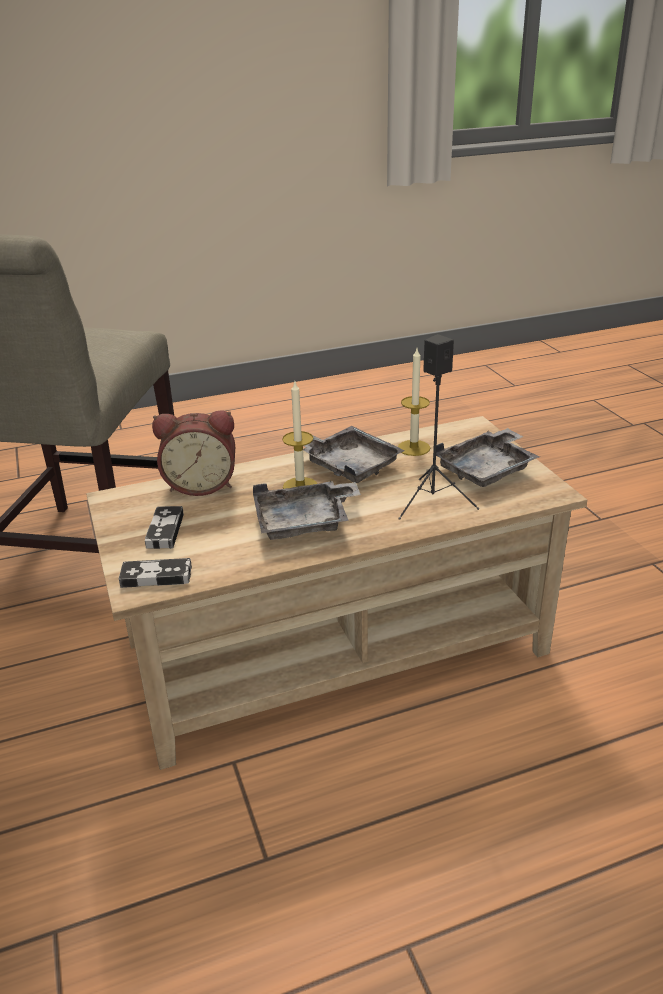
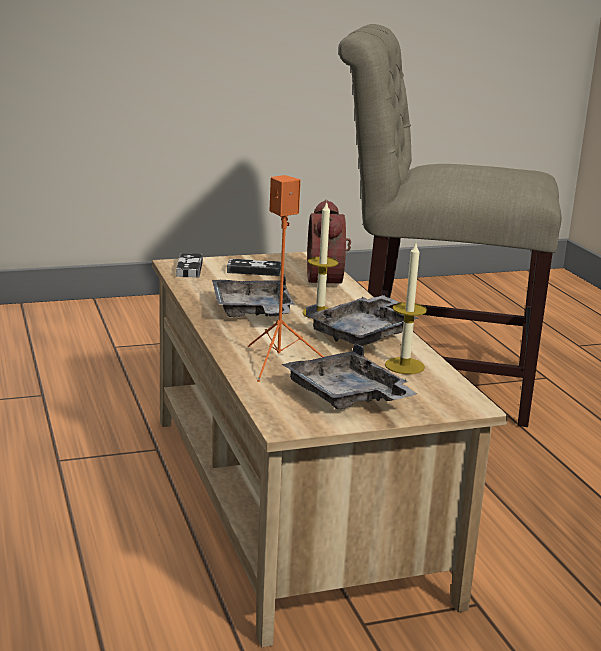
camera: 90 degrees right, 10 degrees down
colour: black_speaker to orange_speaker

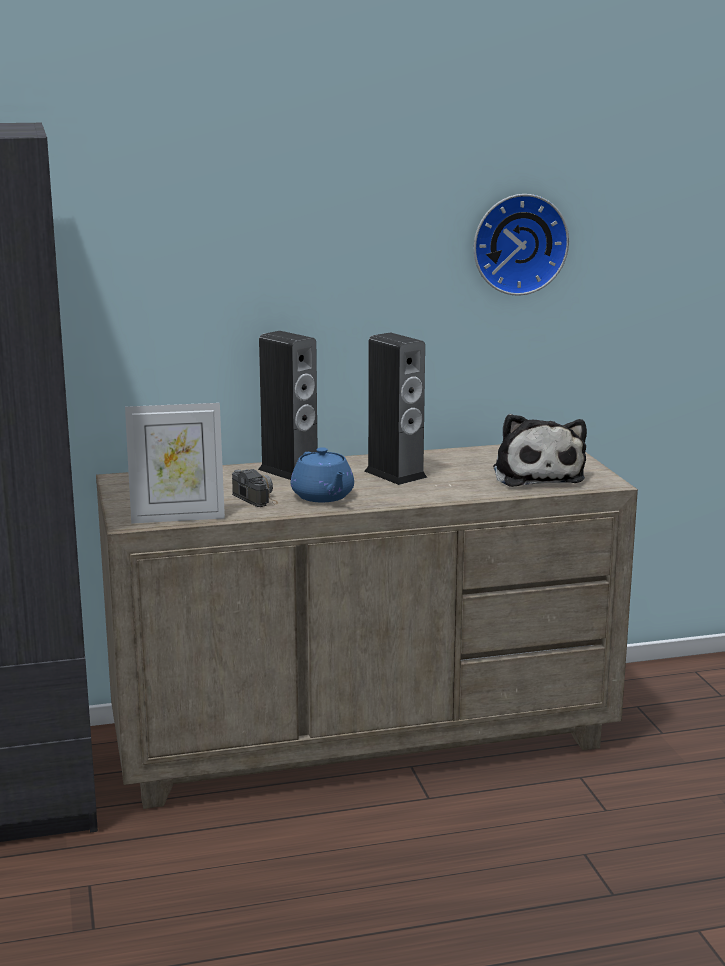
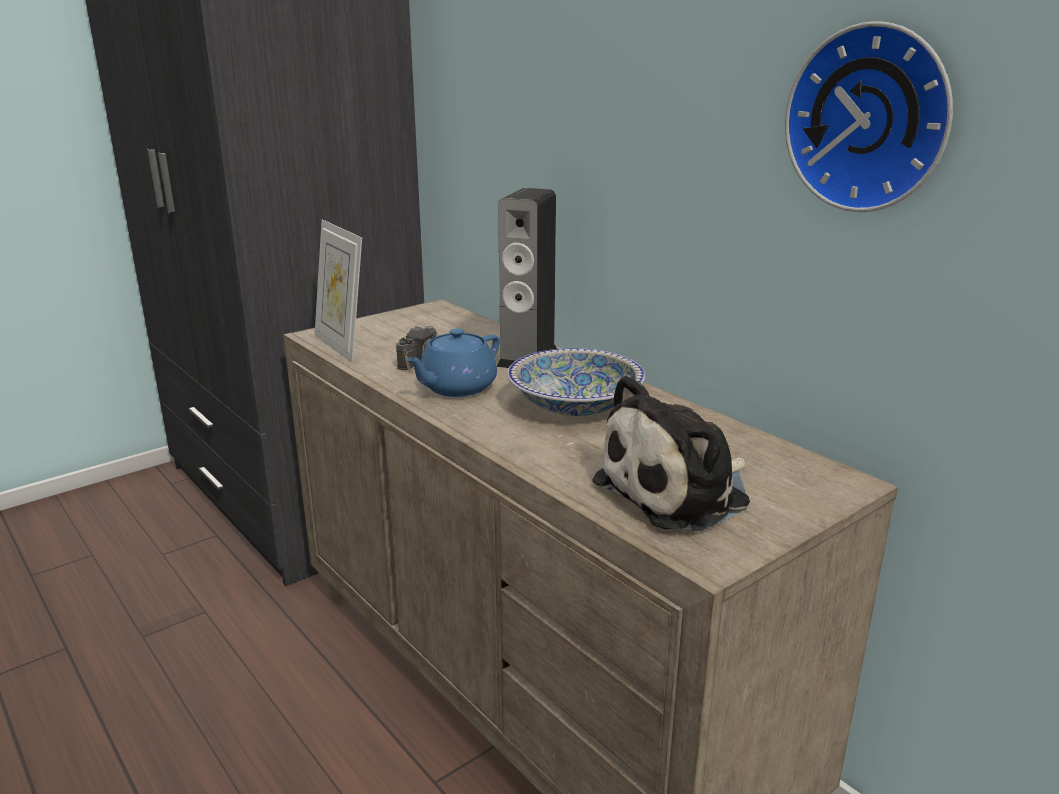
camera: 65 degrees right, 5 degrees up
exchanged: speaker (no. 2 from left) to deep_dish

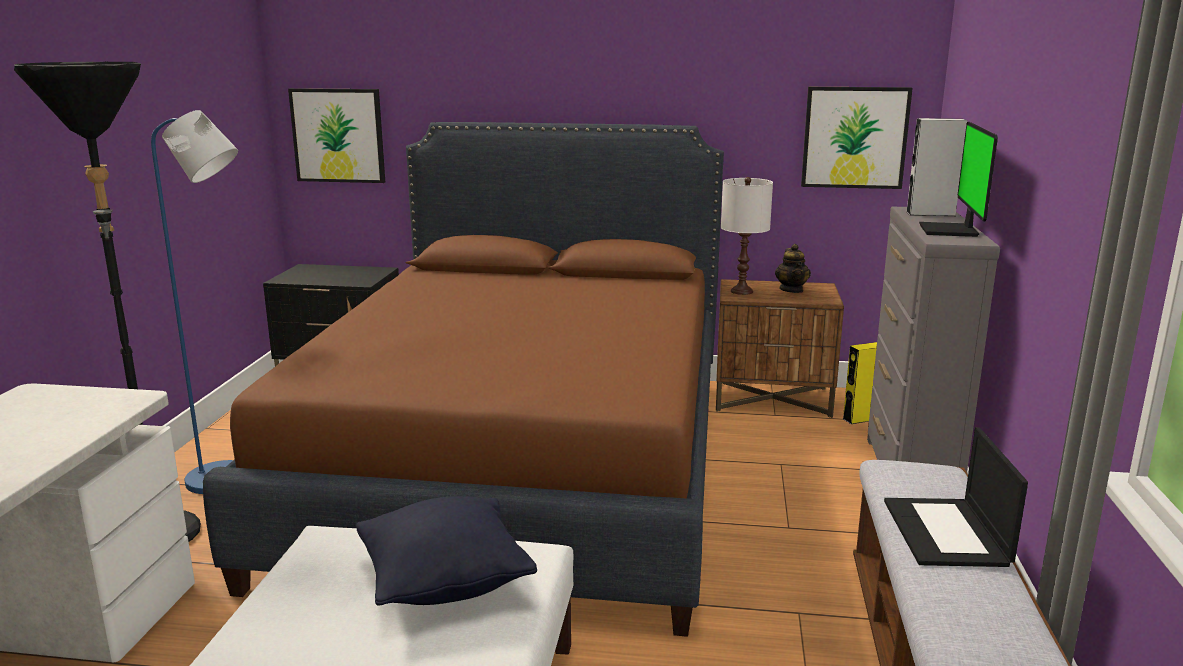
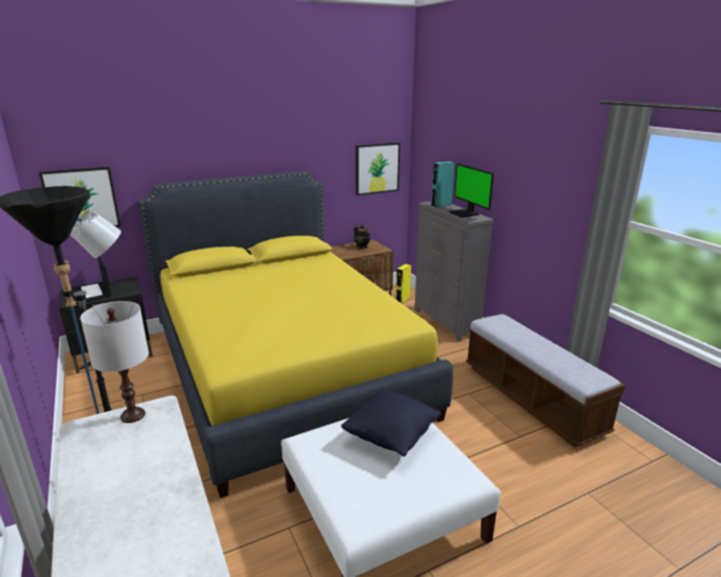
camera: 35 degrees left, 5 degrees up
relocated: white-coloured_tabletop_lamp; notebook_computer
colour: brown_bed to yellow-coloured_bed; gray_speaker to blue-green_speaker

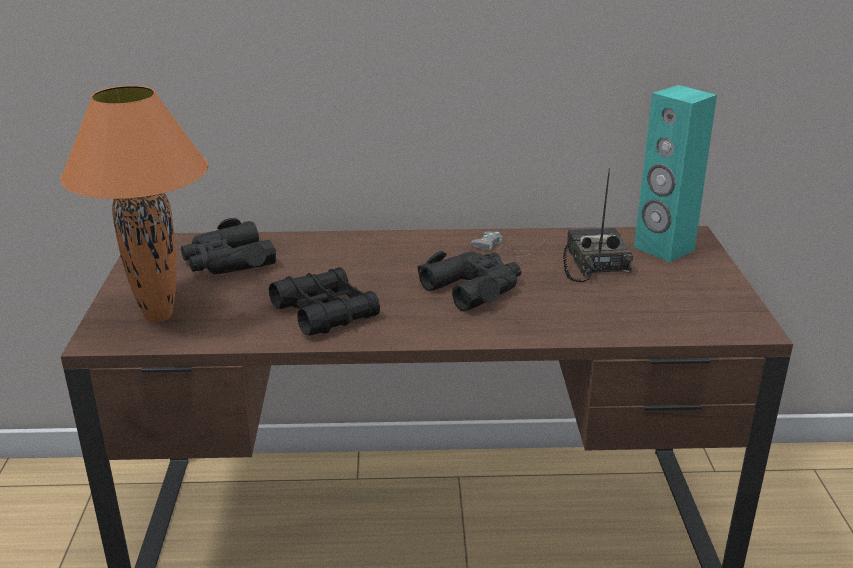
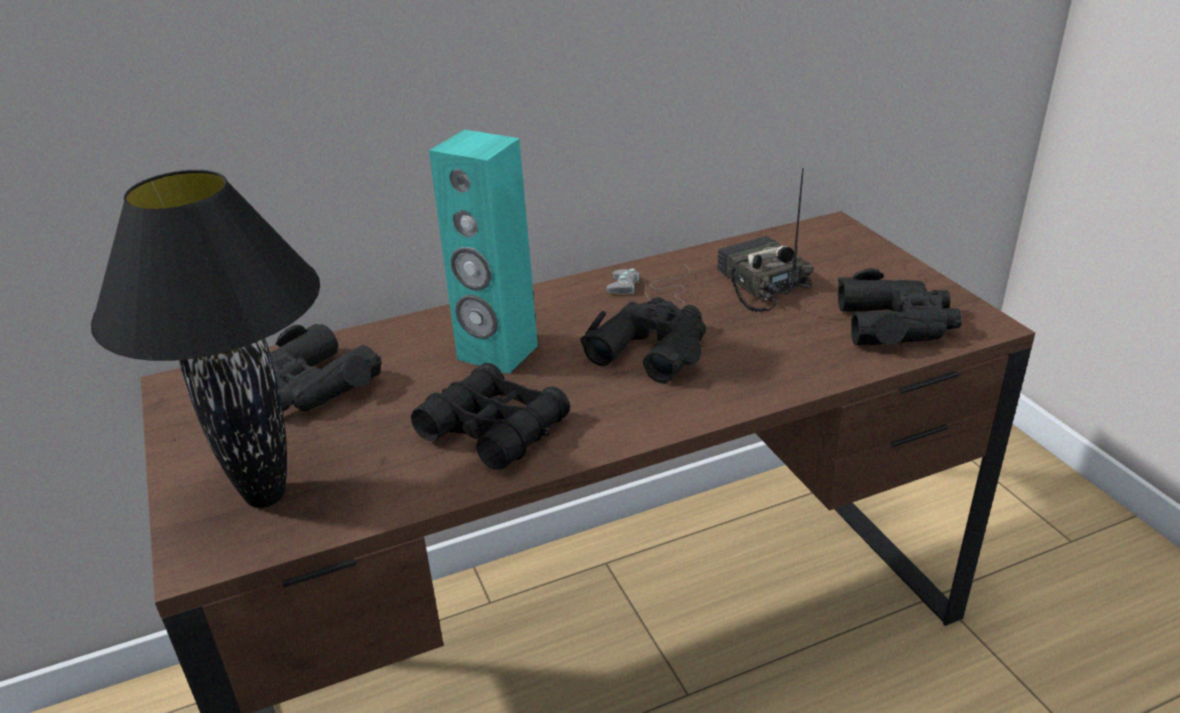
camera: 20 degrees left, 5 degrees up
appeared: black_binoculars (no. 4 from left)
relocated: blue-green_speaker
colour: orange_tabletop_lamp to black_tabletop_lamp

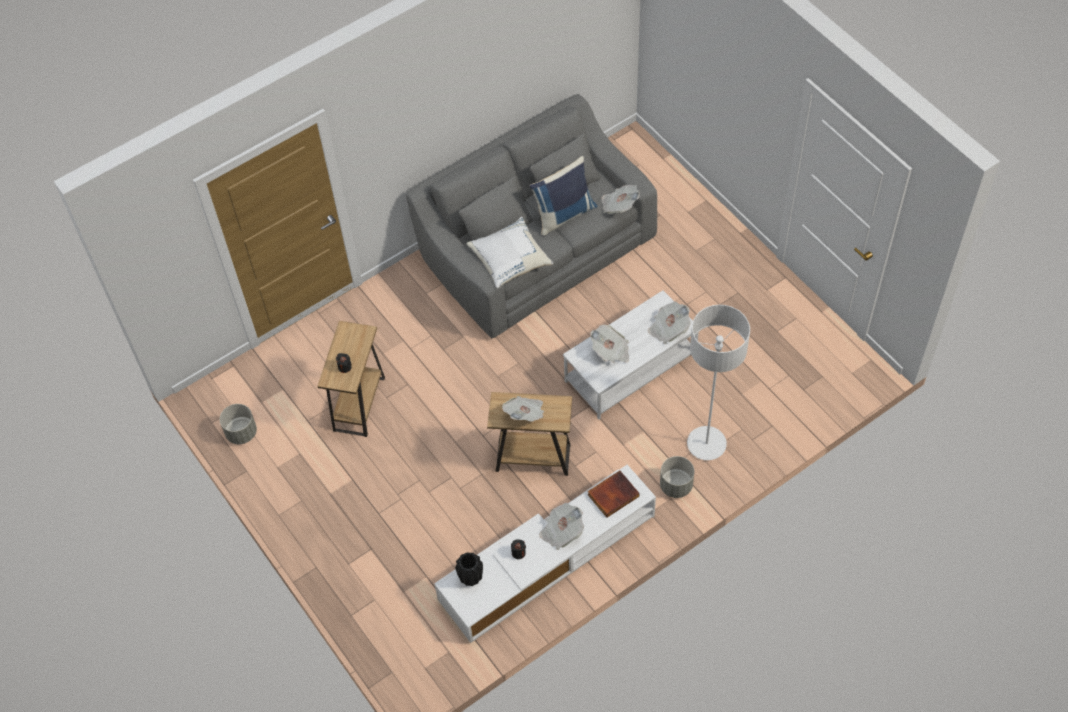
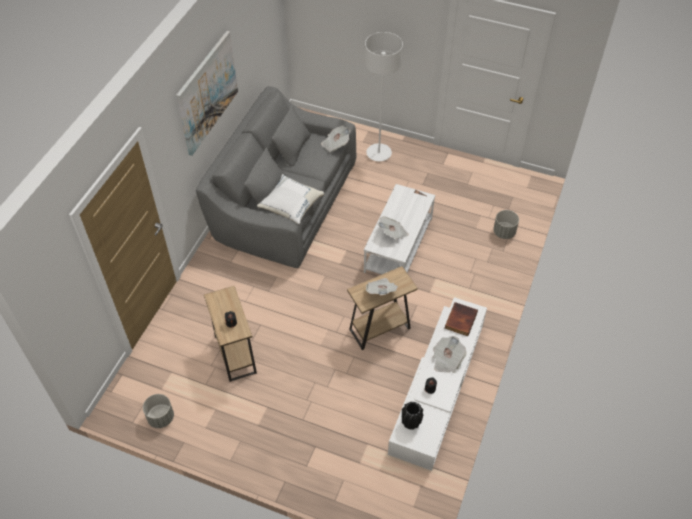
camera: 35 degrees left, 5 degrees down
missing: blue-coloured_pillow; newspaper (no. 5 from left)
appeared: picture
relocated: gray_flower_pot (no. 2 from left); white-coloured_standing_lamp

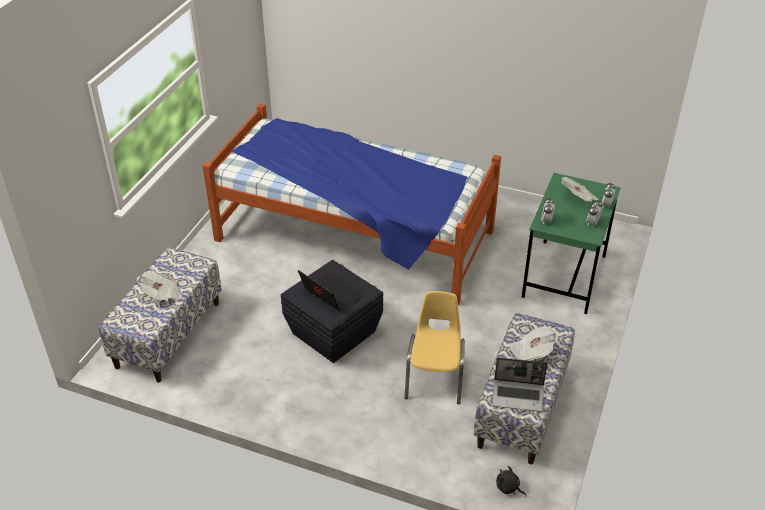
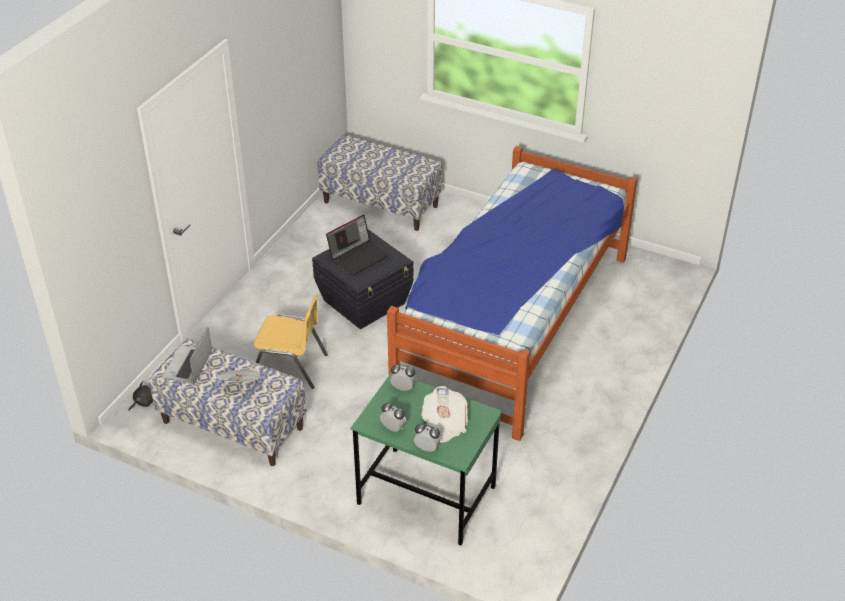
camera: 95 degrees right, 0 degrees up
missing: newspaper (no. 1 from left)

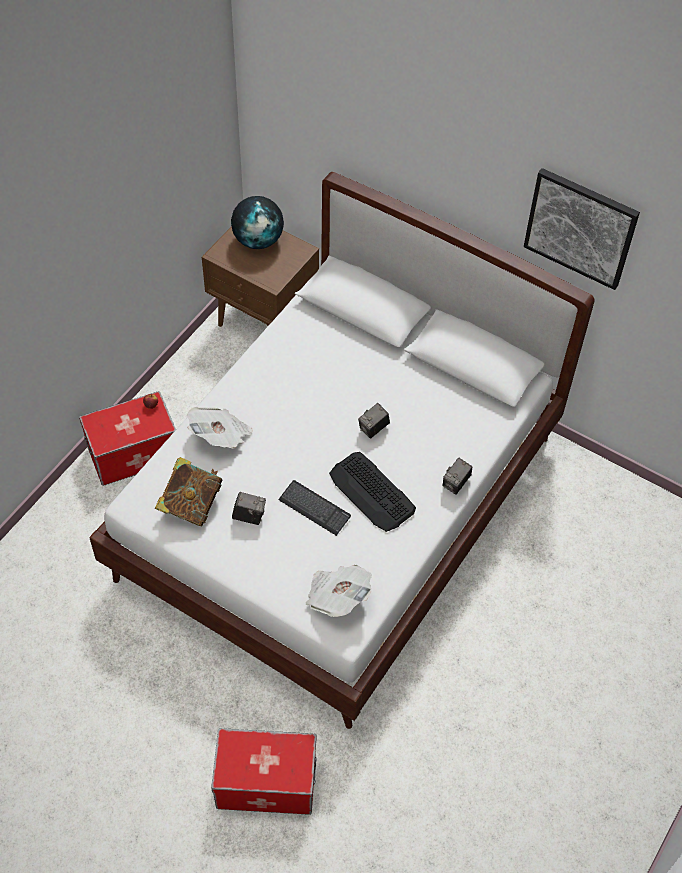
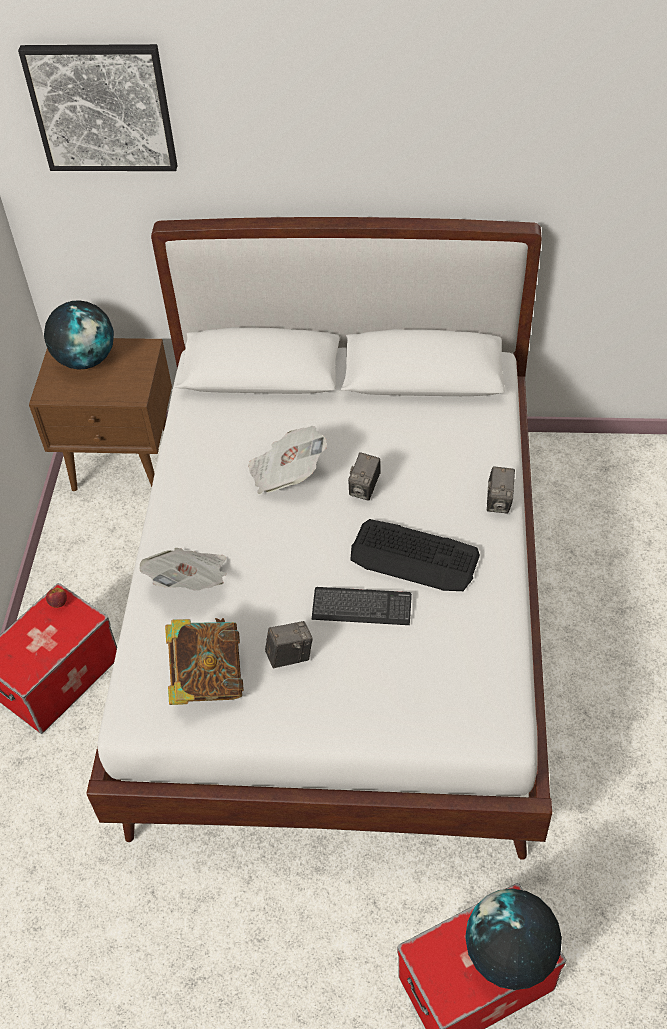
camera: 25 degrees left, 5 degrees down
appeared: world_globe (no. 2 from left)
relocated: newspaper (no. 2 from left); picture

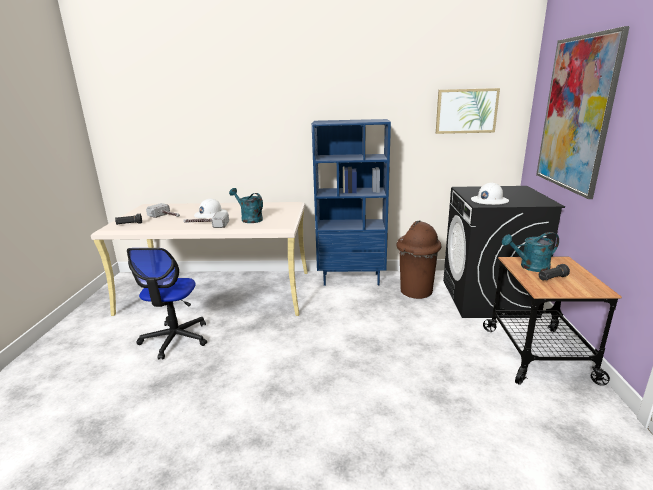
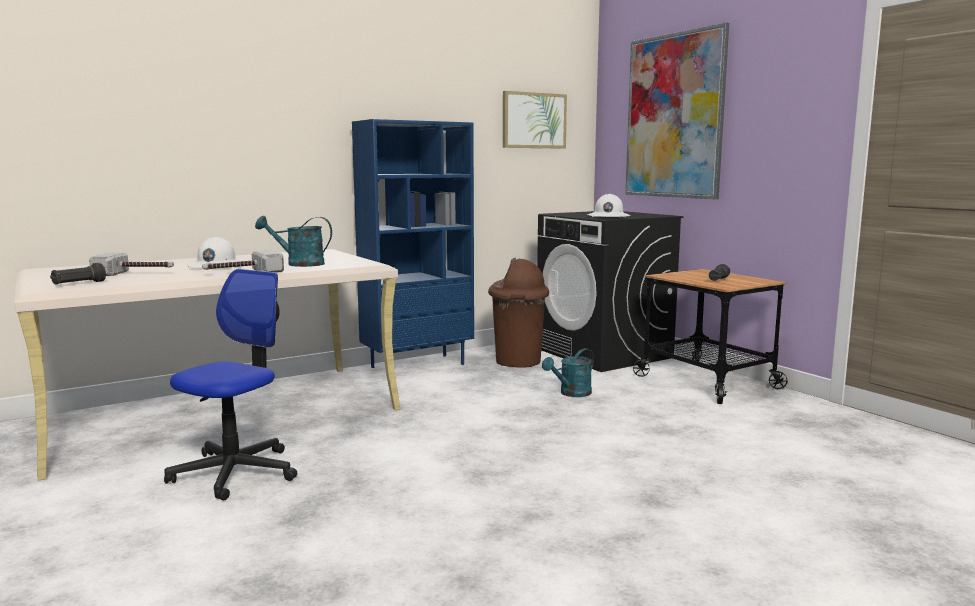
camera: 35 degrees left, 10 degrees down
relocated: blue-green_sprinkling_can (no. 2 from left)
spun: office_chair 120 degrees counterclockwise

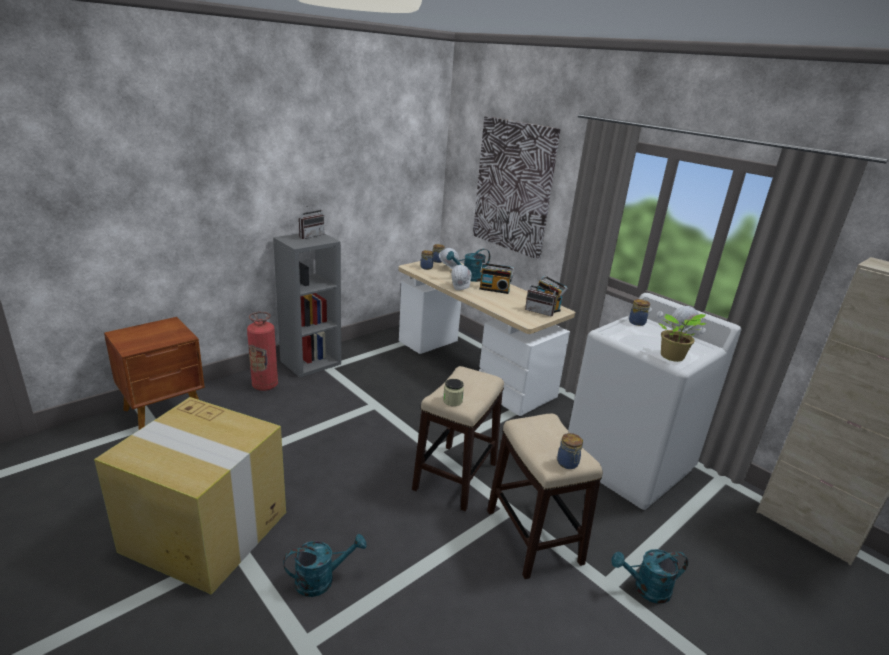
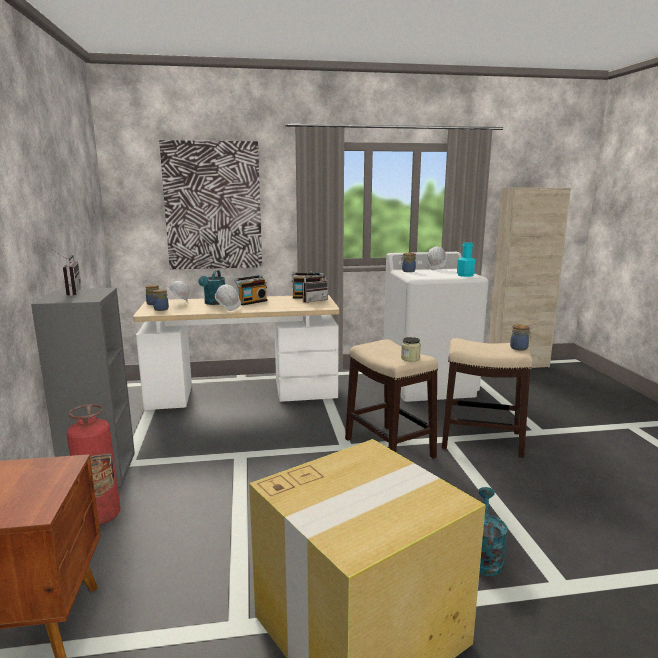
camera: 55 degrees left, 10 degrees down
missing: blue-green_sprinkling_can (no. 3 from left)
exchanged: plant_in_a_pot to blue-green_drink_bottle

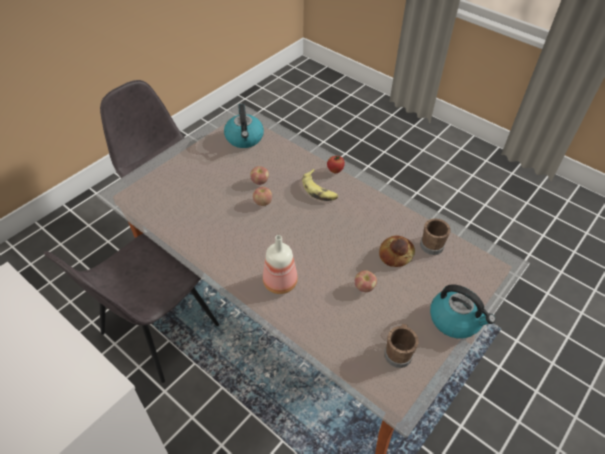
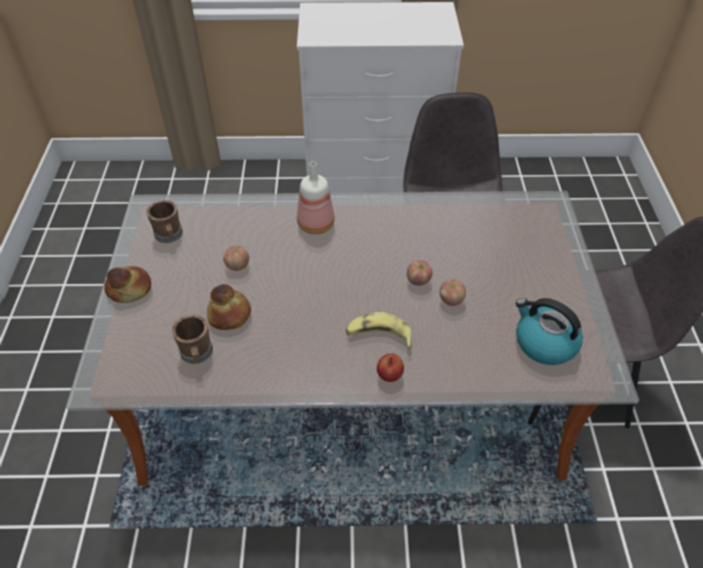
camera: 140 degrees right, 0 degrees up
exchanged: tea_kettle (no. 2 from left) to baked_bread (no. 1 from left)

